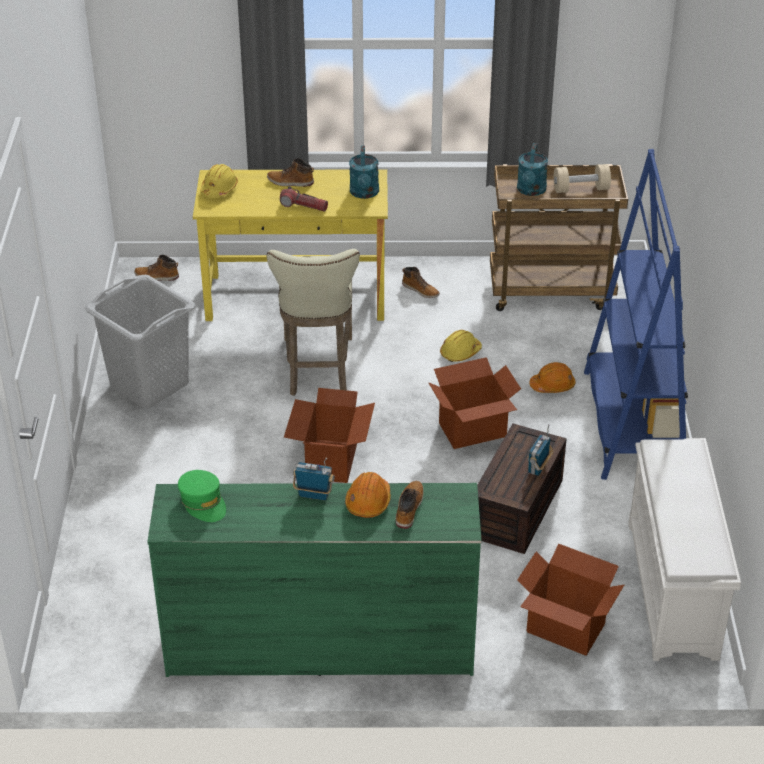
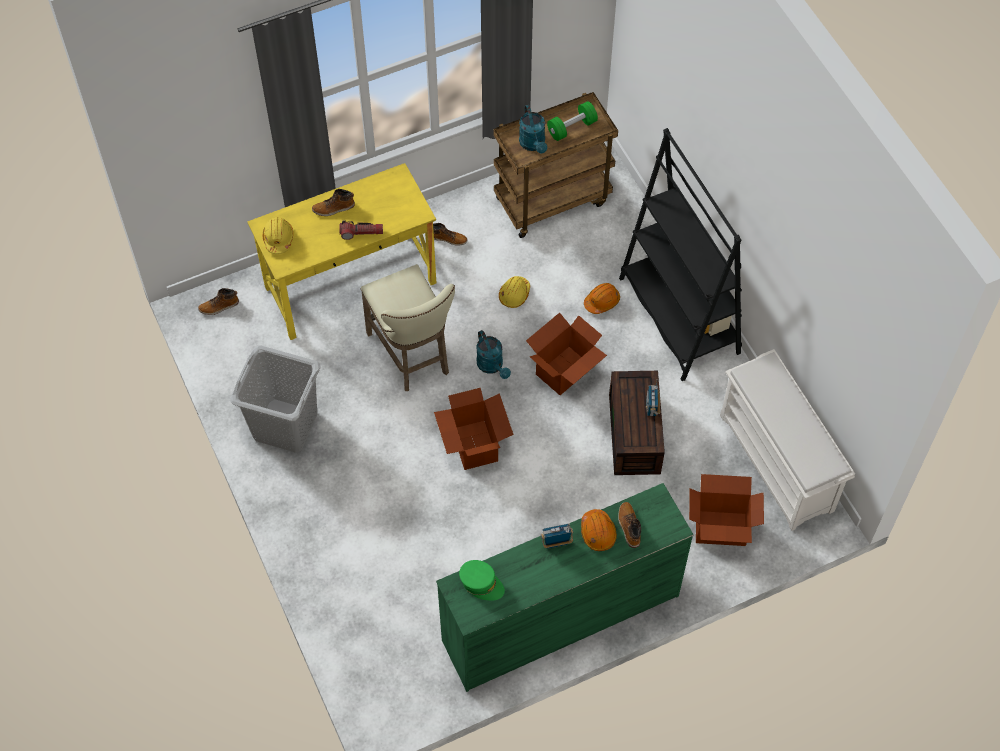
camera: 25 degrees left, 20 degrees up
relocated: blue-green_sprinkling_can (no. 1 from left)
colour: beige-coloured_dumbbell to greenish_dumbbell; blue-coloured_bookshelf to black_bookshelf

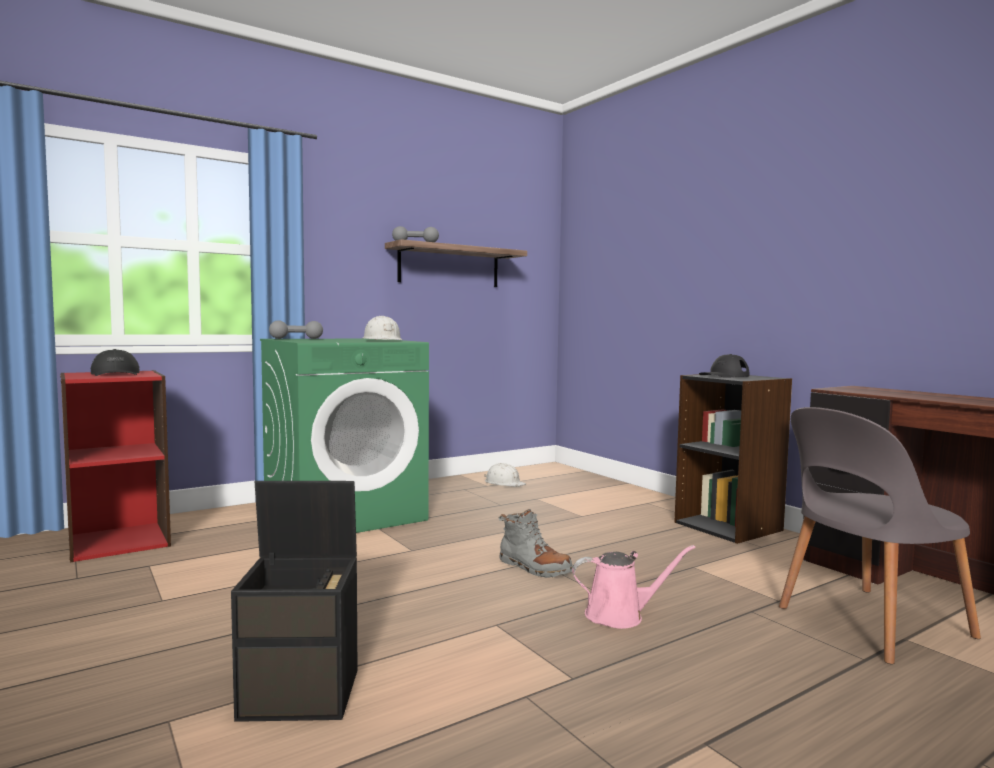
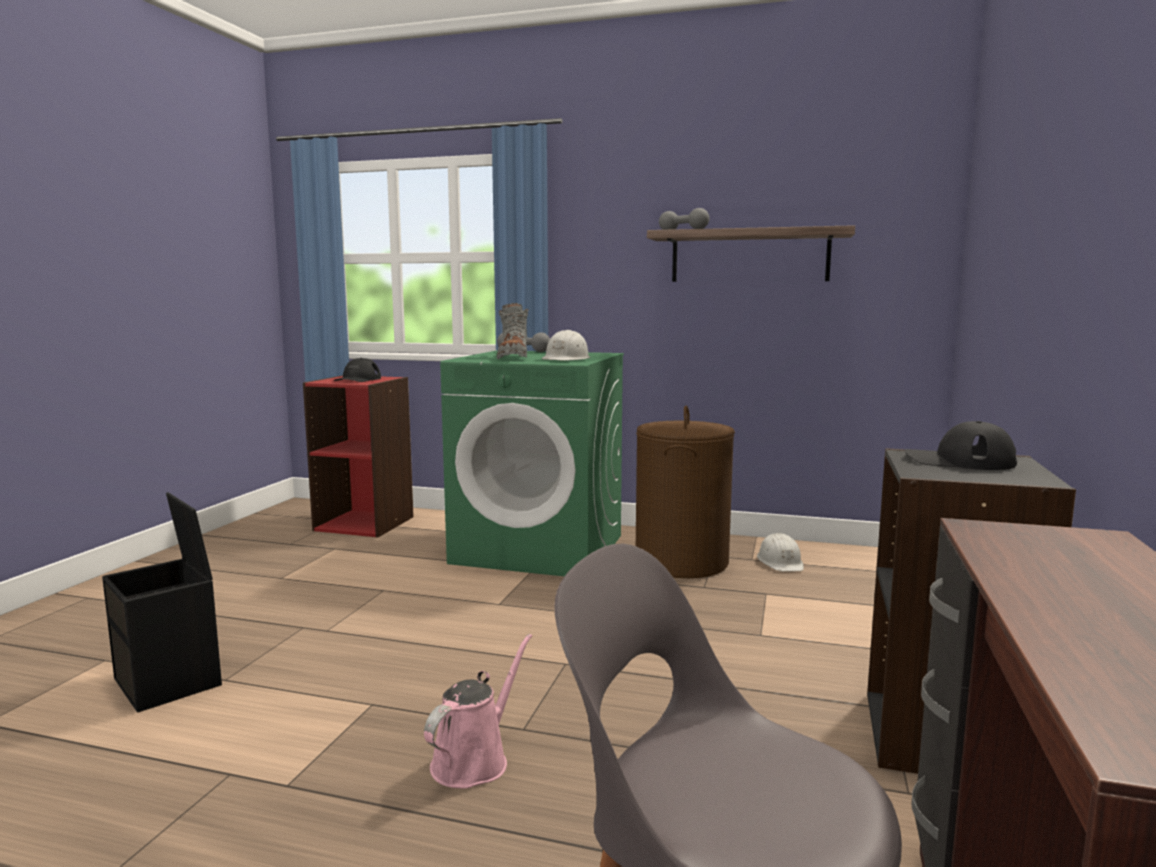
camera: 50 degrees right, 5 degrees up
appeared: brown_laundry_basket
relocated: gray_high-top_boot
spun: pink-coloured_sprinkling_can 105 degrees counterclockwise

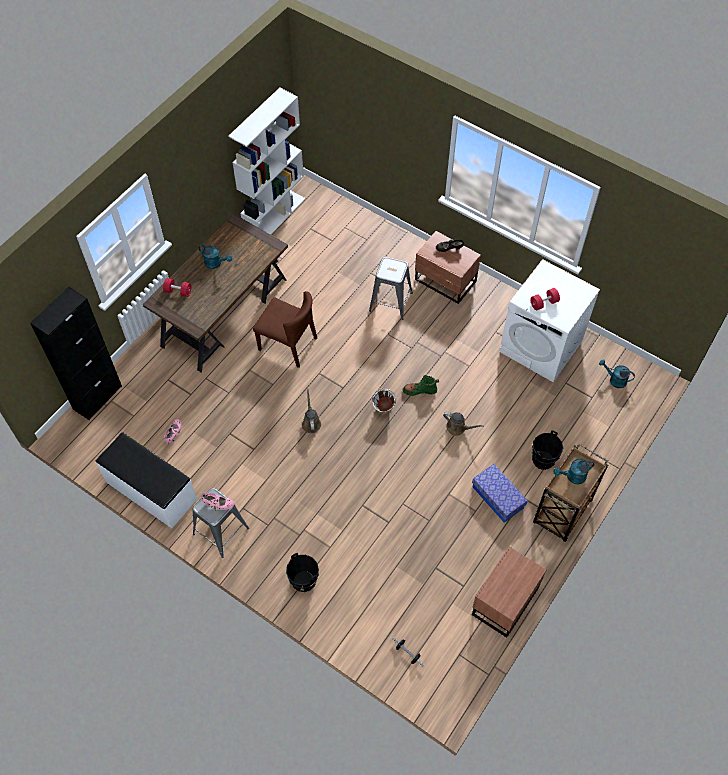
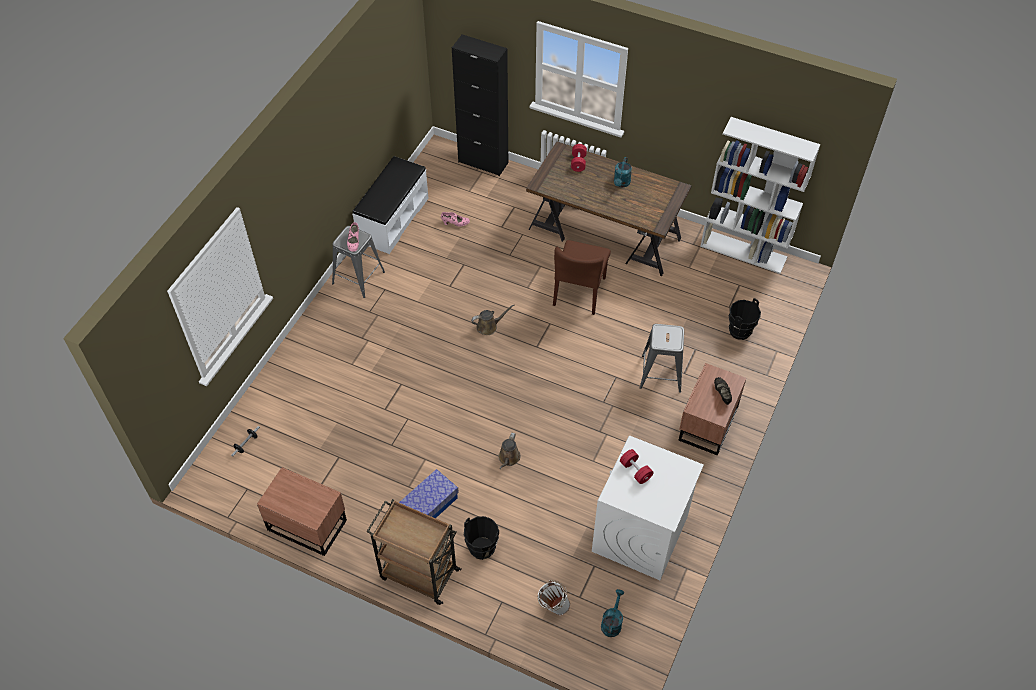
camera: 80 degrees right, 5 degrees down
missing: greenish_high-top_boot; blue-green_sprinkling_can (no. 2 from left)
relocated: black_water_bucket (no. 1 from left in the first image) to black_water_bucket (no. 2 from left); white-coloured_water_bucket

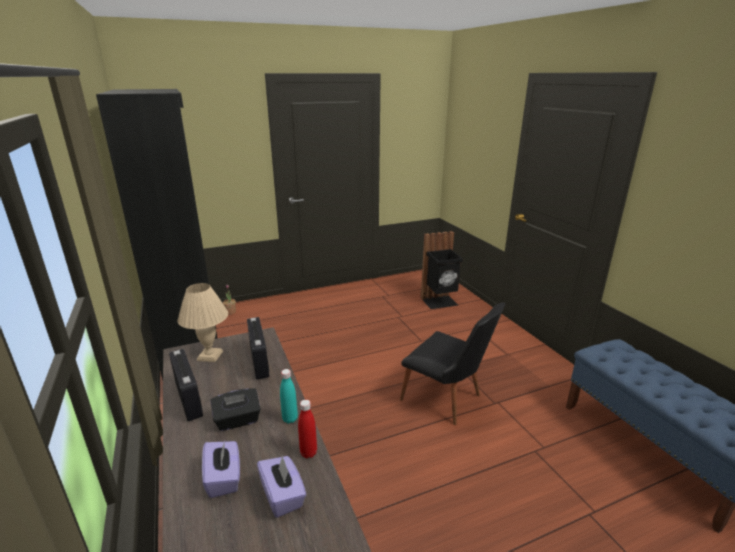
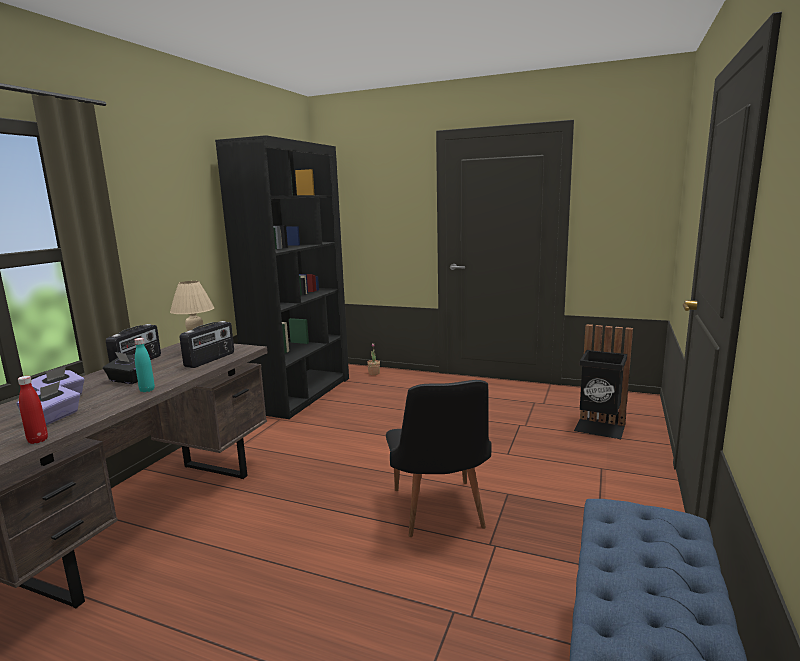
camera: 45 degrees right, 10 degrees down
relocated: red-coloured_drink_bottle

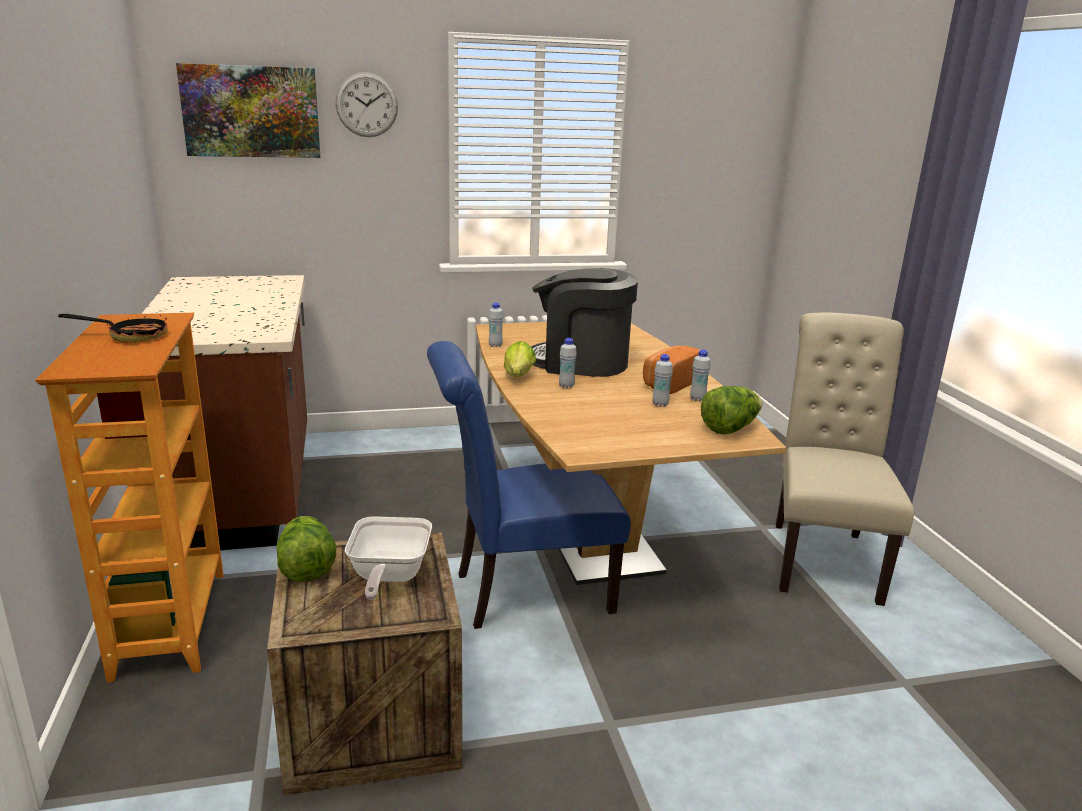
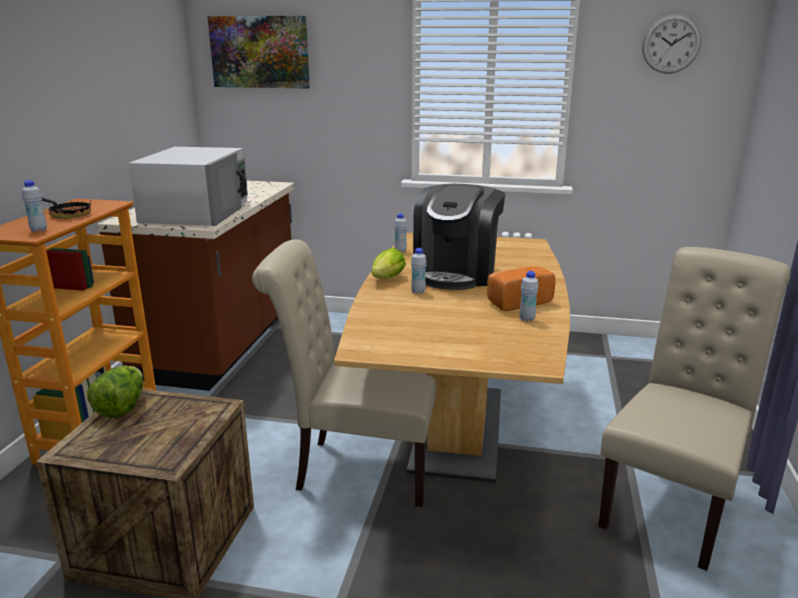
camera: 25 degrees right, 0 degrees up
missing: frying_pan (no. 2 from left); head_of_lettuce (no. 3 from left)
appeared: white-coloured_microwave_oven
relocated: clock_on_the_wall; white-coloured_drink_bottle (no. 3 from left in the first image) to white-coloured_drink_bottle (no. 1 from left)
colour: blue-coloured_chair to beige-coloured_chair (no. 1 from left)
spun: coffee_machine 105 degrees counterclockwise

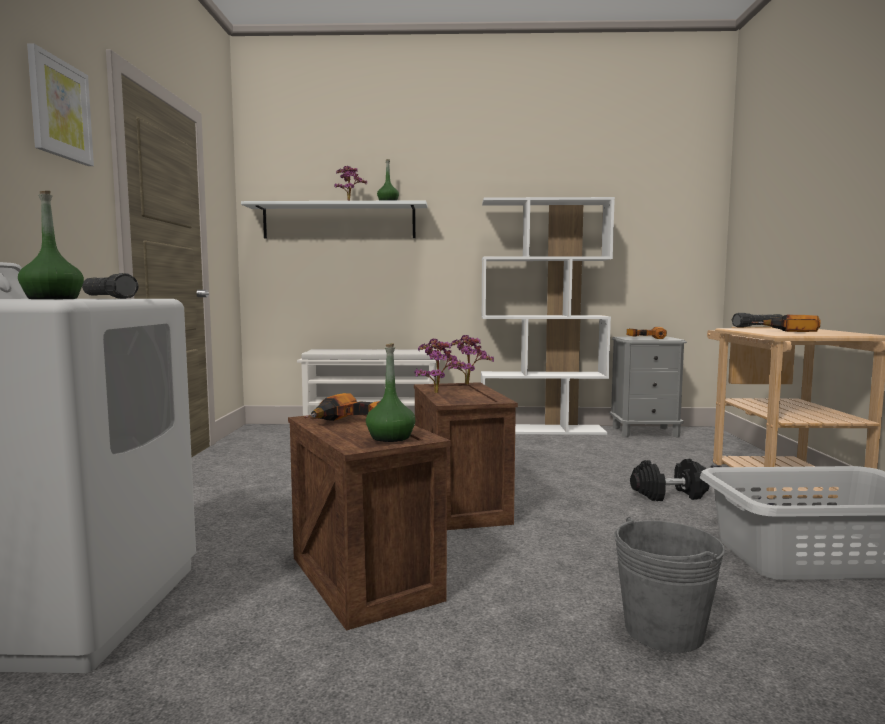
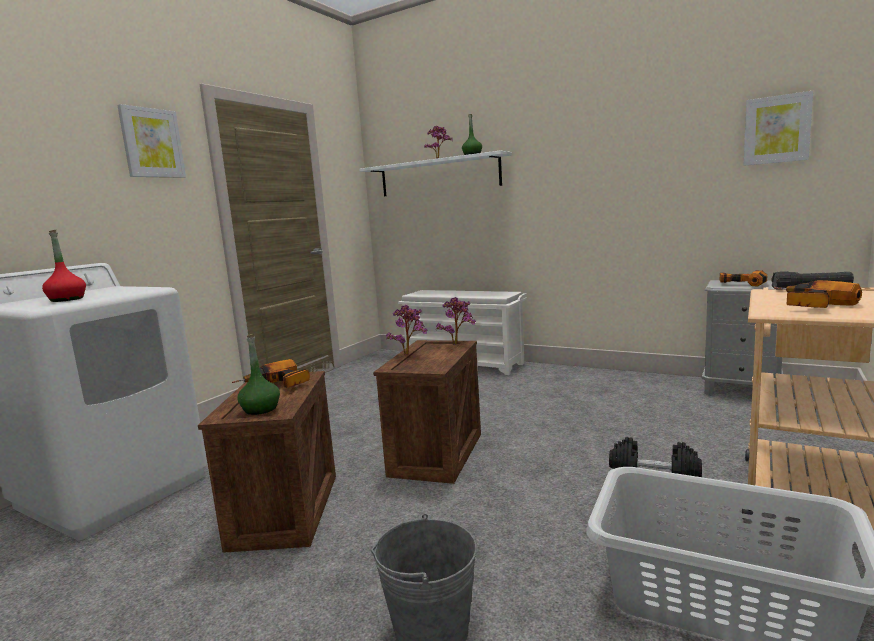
camera: 30 degrees right, 5 degrees up
missing: black_hand_torch (no. 1 from left); white-coloured_bookshelf
appeared: picture (no. 2 from left)
colour: greenish_drink_bottle (no. 1 from left) to red-coloured_drink_bottle

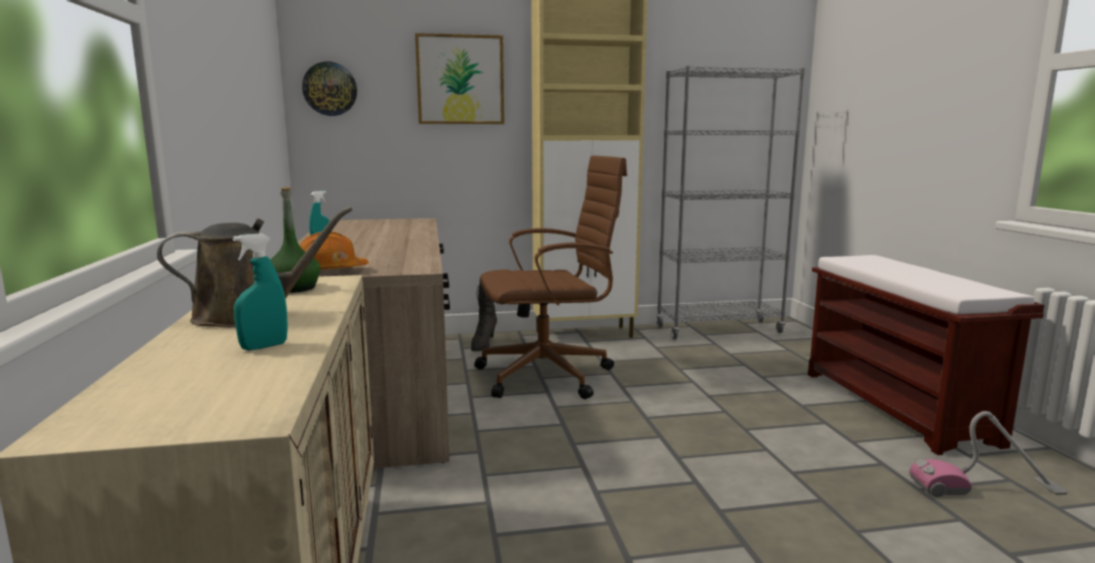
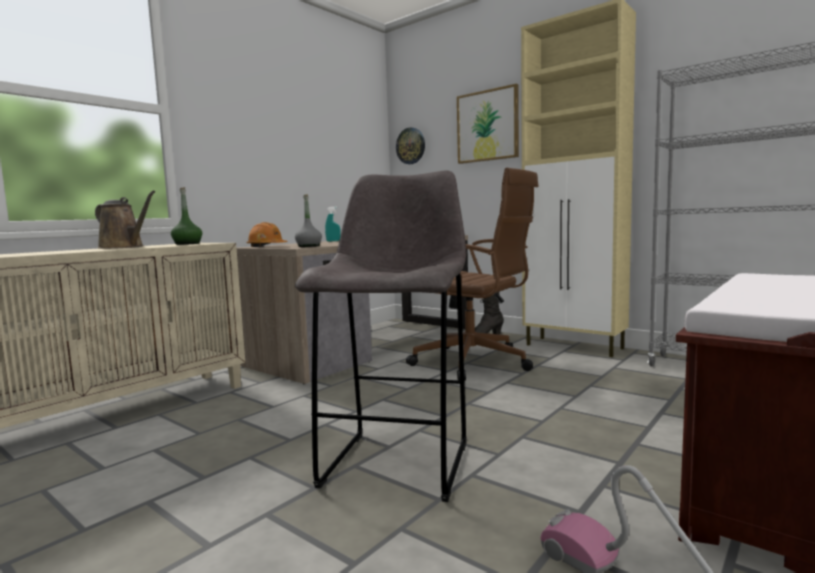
camera: 50 degrees right, 5 degrees down
missing: blue-green_hand_sprayer (no. 1 from left)
appeared: gray_stool_seat; gray_drink_bottle

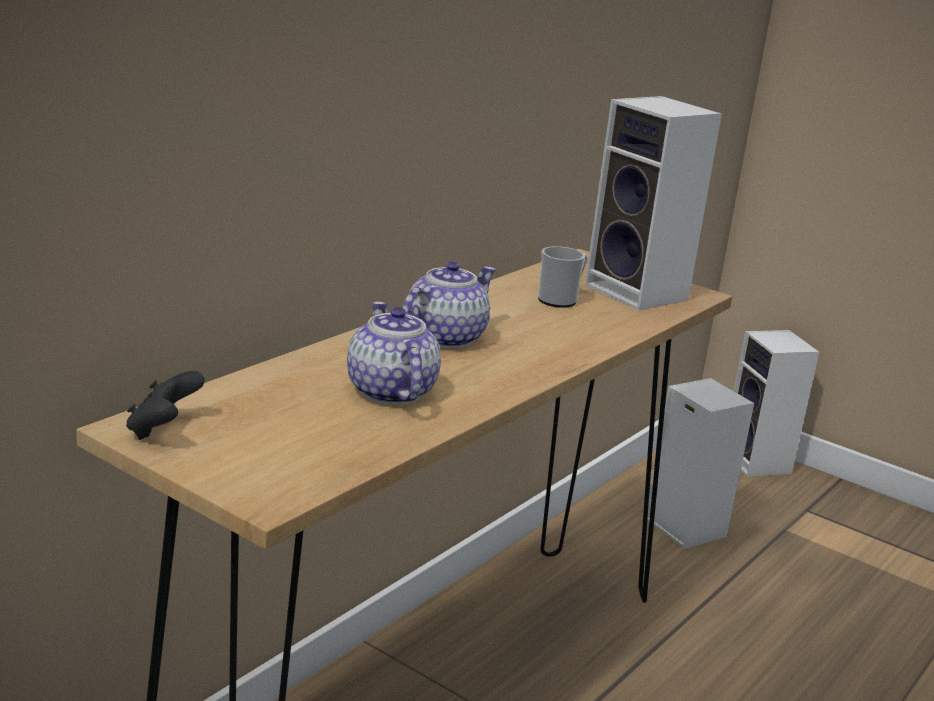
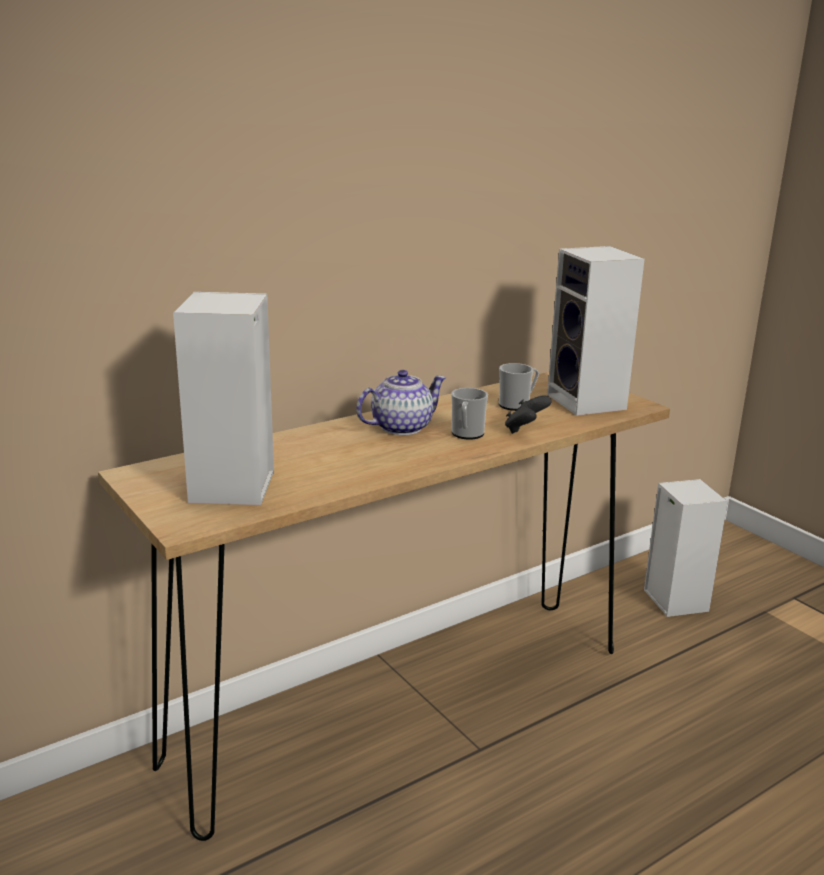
camera: 20 degrees right, 0 degrees up
missing: teapot (no. 1 from left)
appeared: mug (no. 1 from left)
relocated: black_joypad; speaker (no. 3 from left in the first image) to speaker (no. 1 from left)

